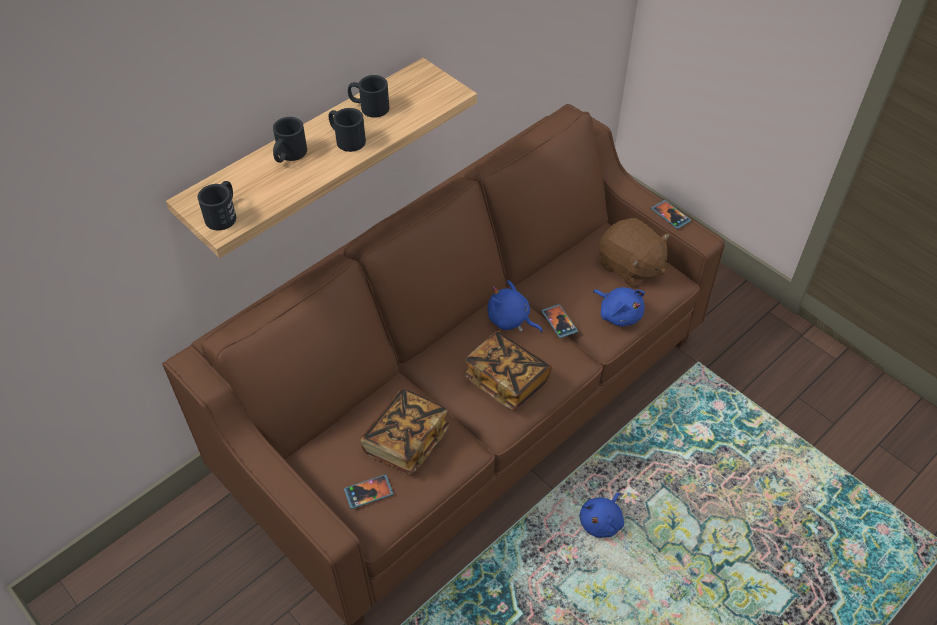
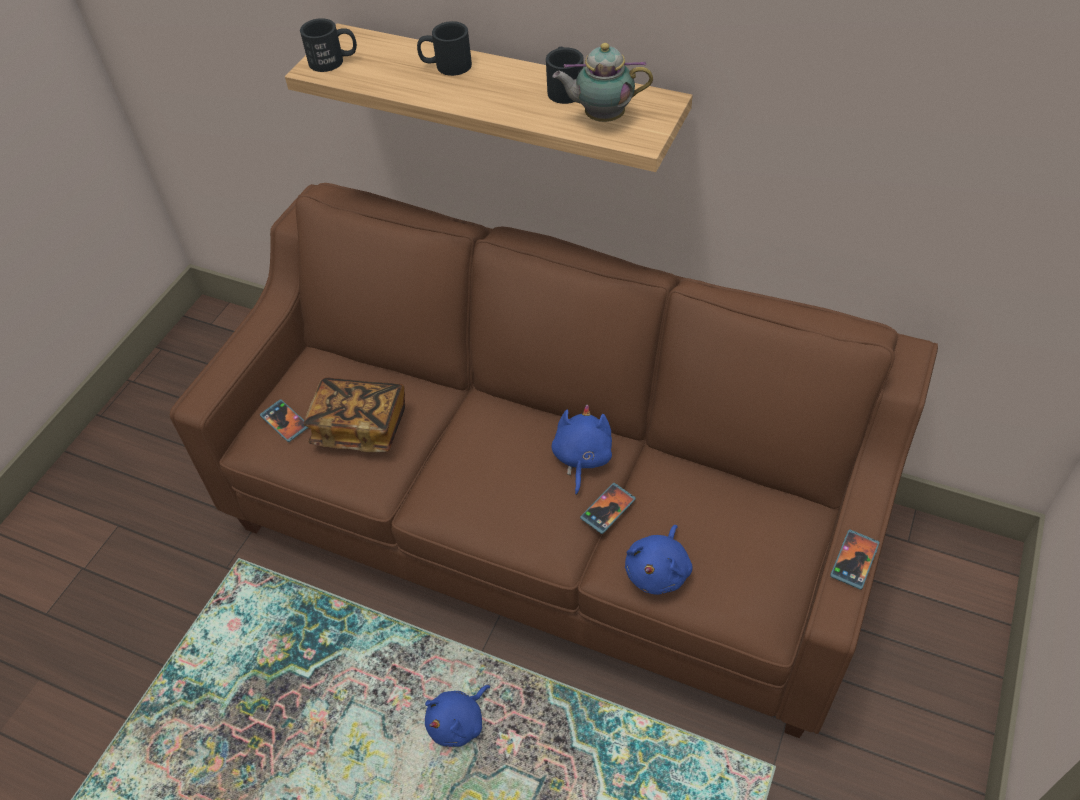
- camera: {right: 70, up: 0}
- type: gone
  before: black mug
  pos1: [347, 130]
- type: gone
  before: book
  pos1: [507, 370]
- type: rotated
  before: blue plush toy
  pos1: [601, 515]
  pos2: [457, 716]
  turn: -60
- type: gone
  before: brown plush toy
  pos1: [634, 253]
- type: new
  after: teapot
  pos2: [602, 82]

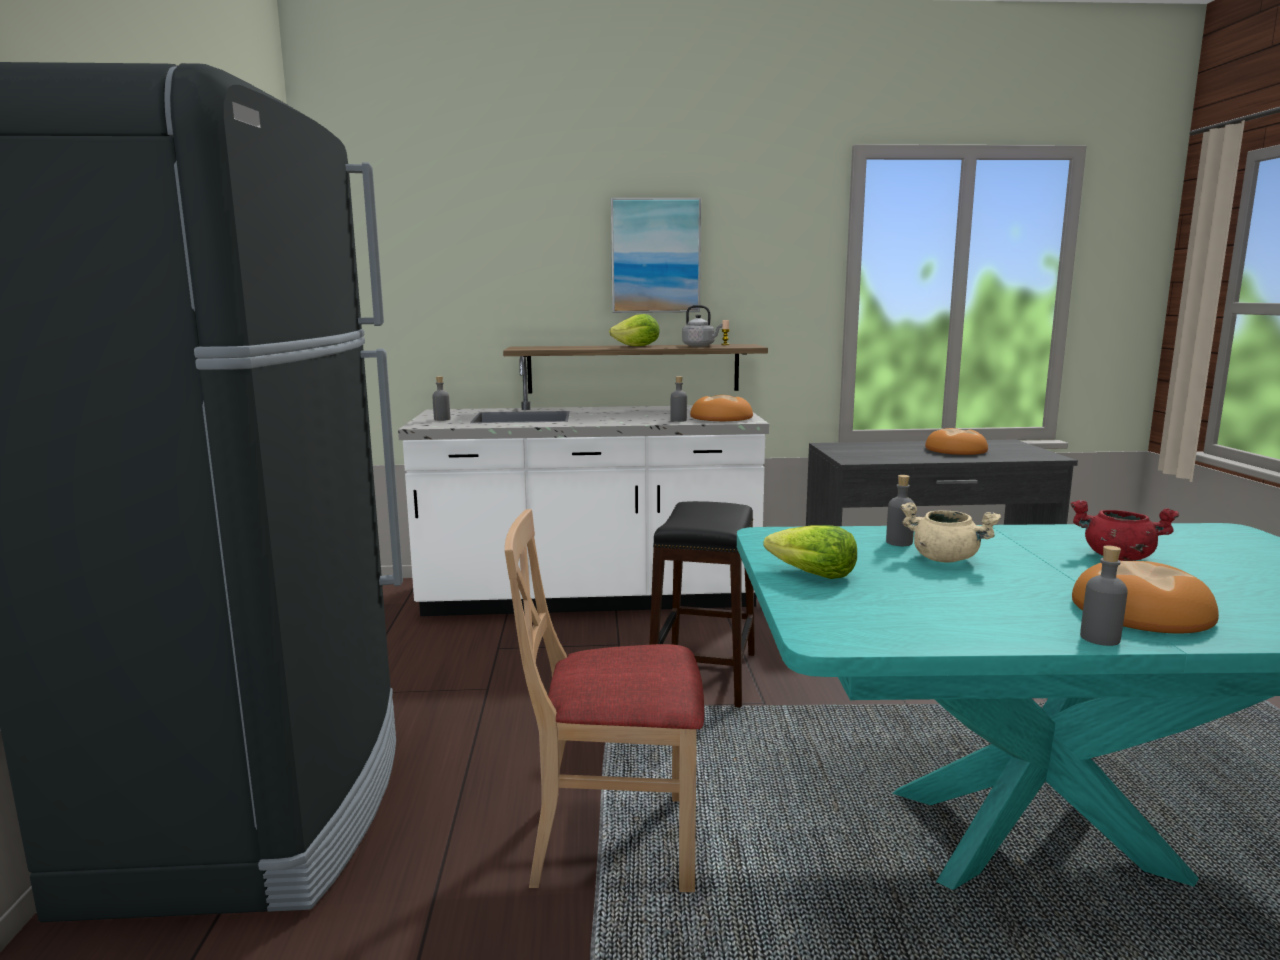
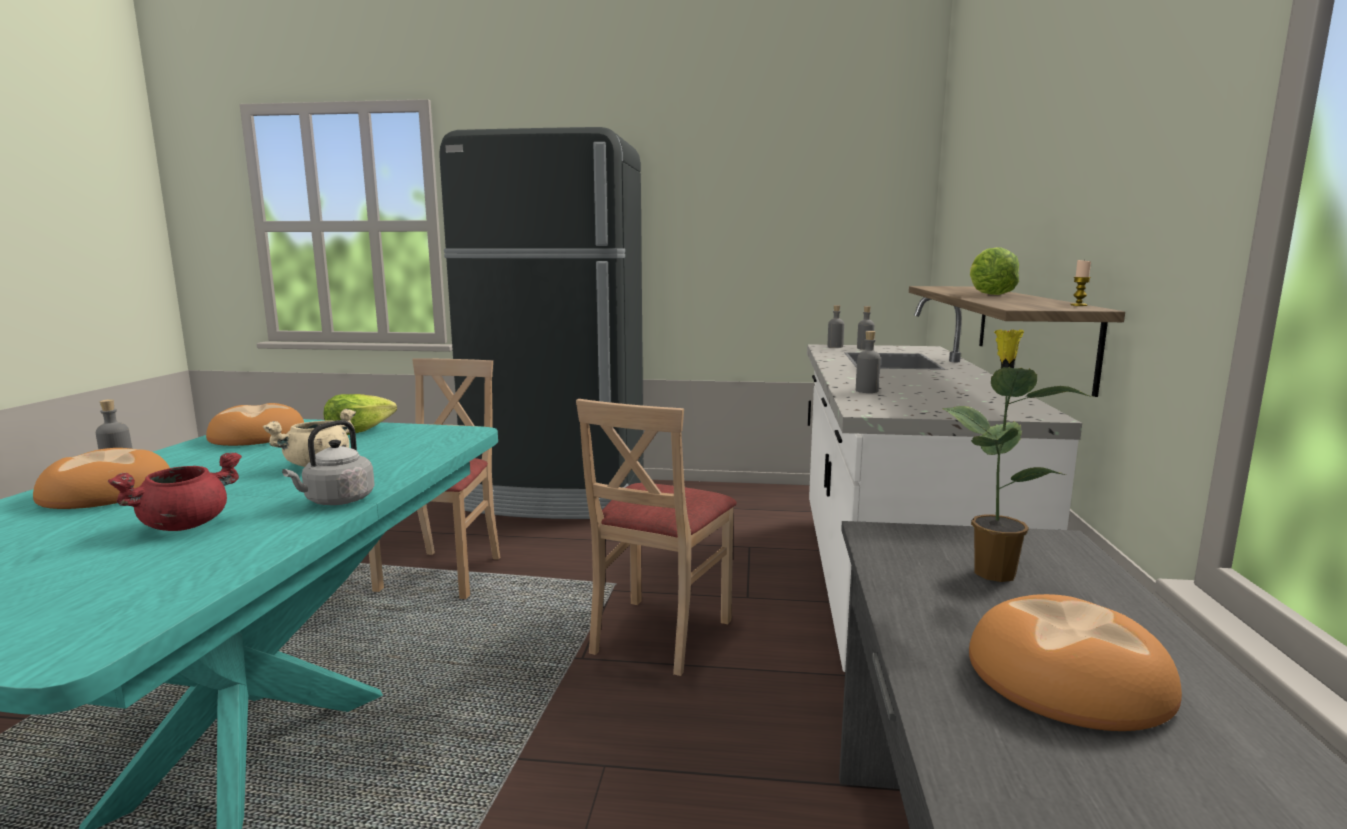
- camera: {right: 100, up: 0}
- type: gone
  before: picture
  pos1: [656, 255]
- type: swapped
  before: black stool
  after: beige chair
  pos1: [702, 604]
  pos2: [656, 537]
- type: shifted
  before: grey kettle
  pos1: [702, 326]
  pos2: [328, 462]
- type: shifted
  before: bread
  pos1: [721, 408]
  pos2: [255, 424]
- type: shifted
  before: grey bottle
  pos1: [900, 510]
  pos2: [836, 326]
- type: new
  after: potted plant
  pos2: [1017, 455]

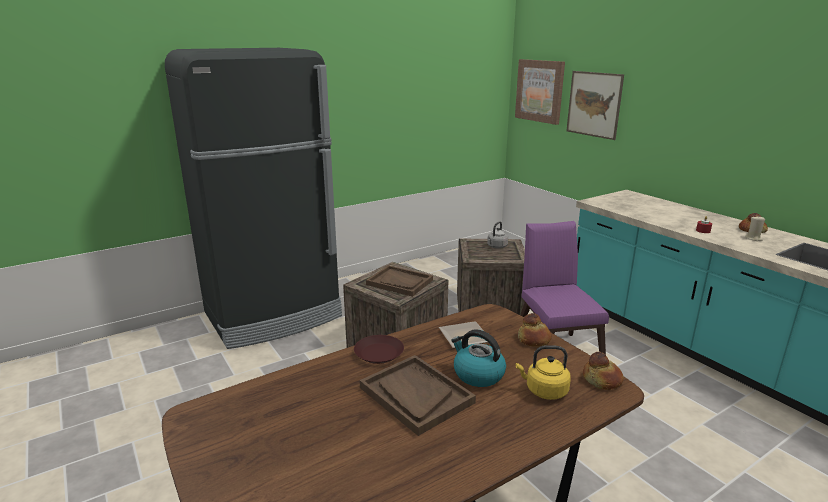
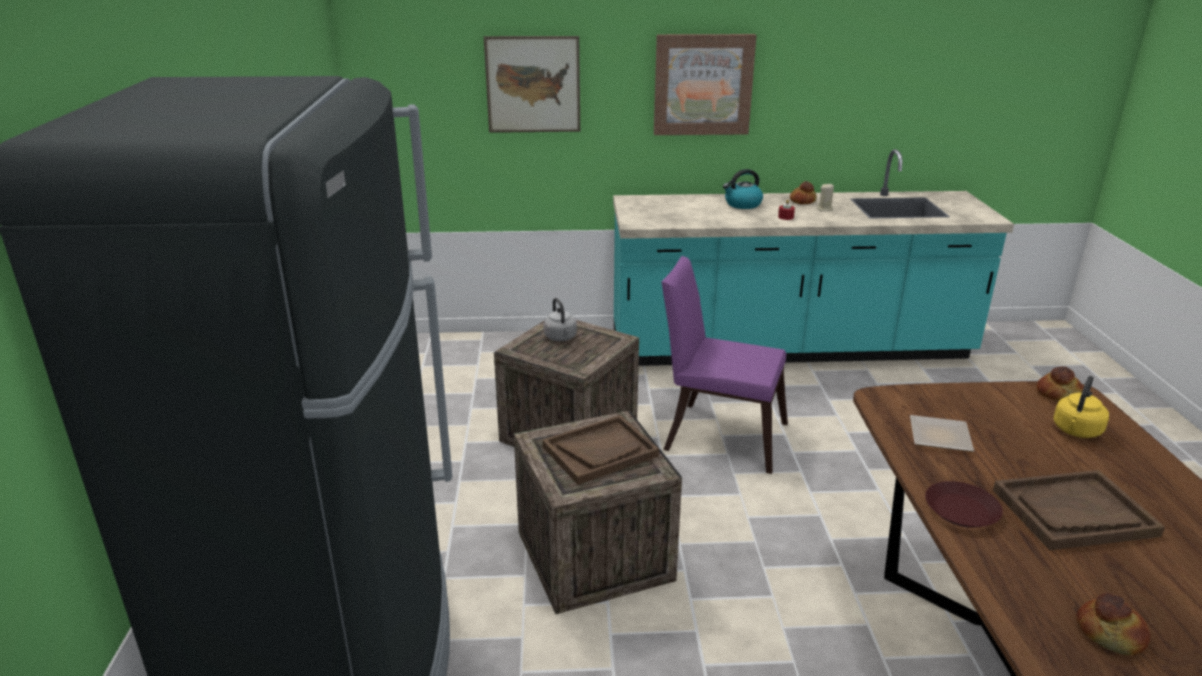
- camera: {right: -60, up: 5}
- type: shifted
  before: kettle
  pos1: [478, 358]
  pos2: [743, 189]
- type: shifted
  before: picture
  pos1: [540, 92]
  pos2: [705, 84]
- type: shifted
  before: bread
  pos1: [535, 330]
  pos2: [1114, 624]

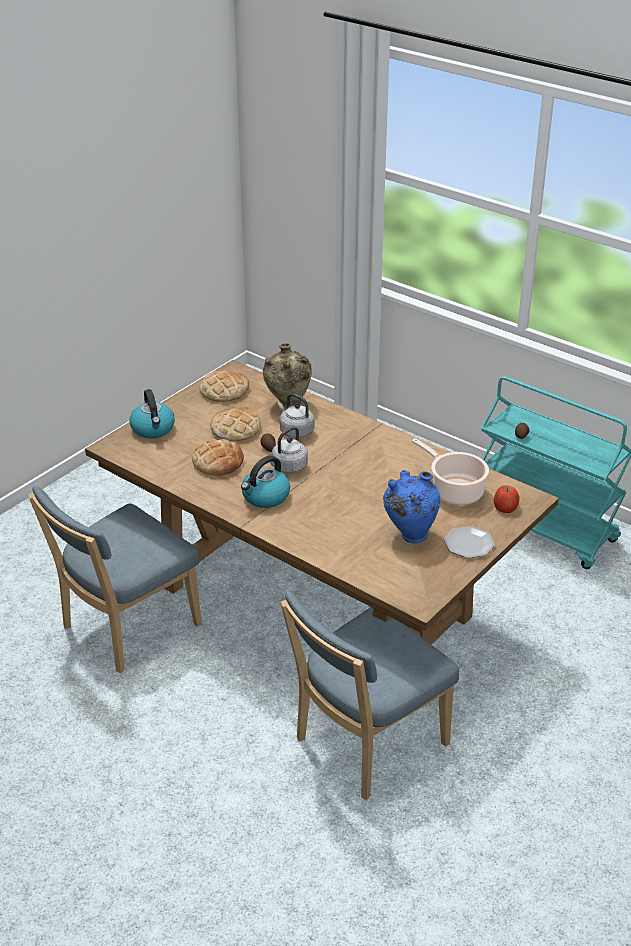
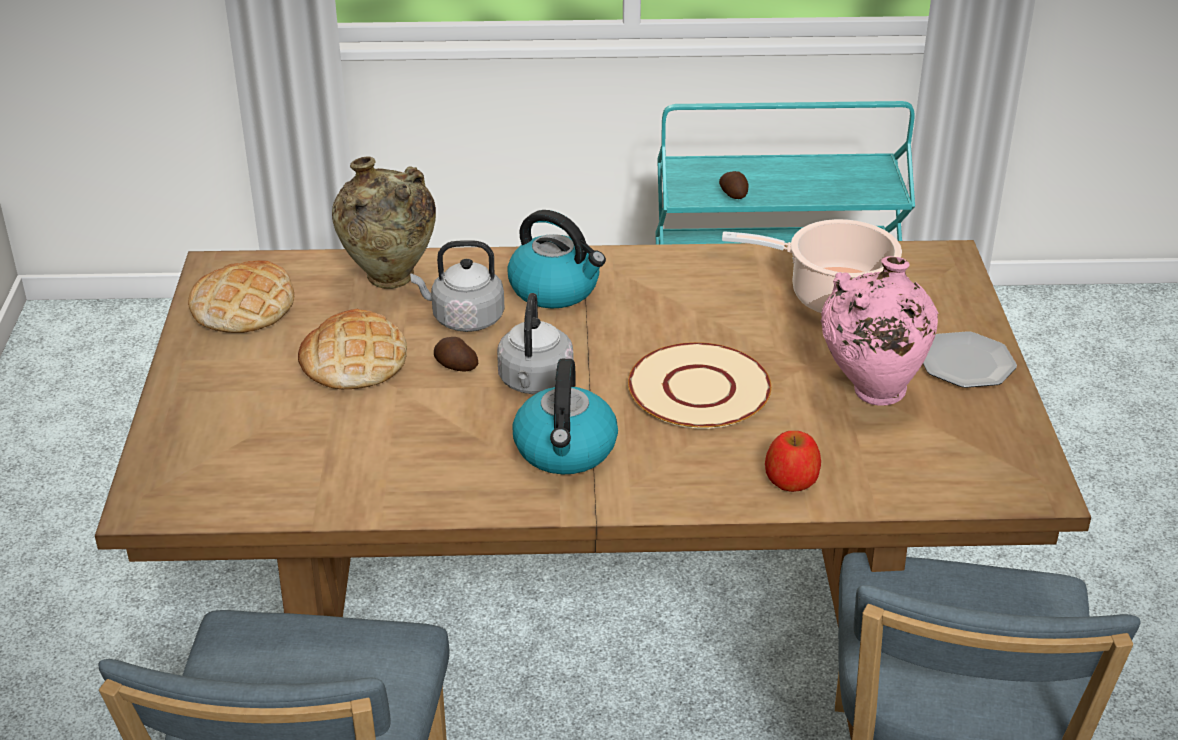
- camera: {right: -40, up: 0}
- type: shifted
  before: kettle
  pos1: [152, 413]
  pos2: [556, 259]
- type: gone
  before: bread
  pos1: [218, 457]
- type: repainted
  before: blue vase
  after: pink vase
  pos1: [412, 506]
  pos2: [880, 331]
- type: shifted
  before: apple
  pos1: [506, 499]
  pos2: [793, 461]
- type: new
  after: beige plate
  pos2: [699, 385]

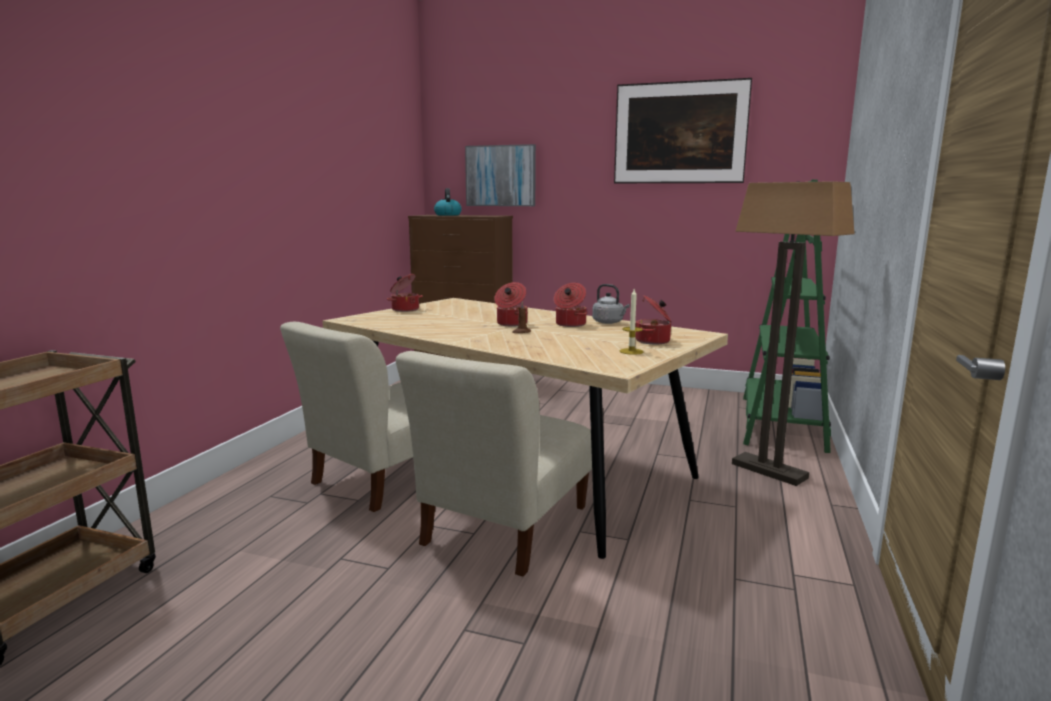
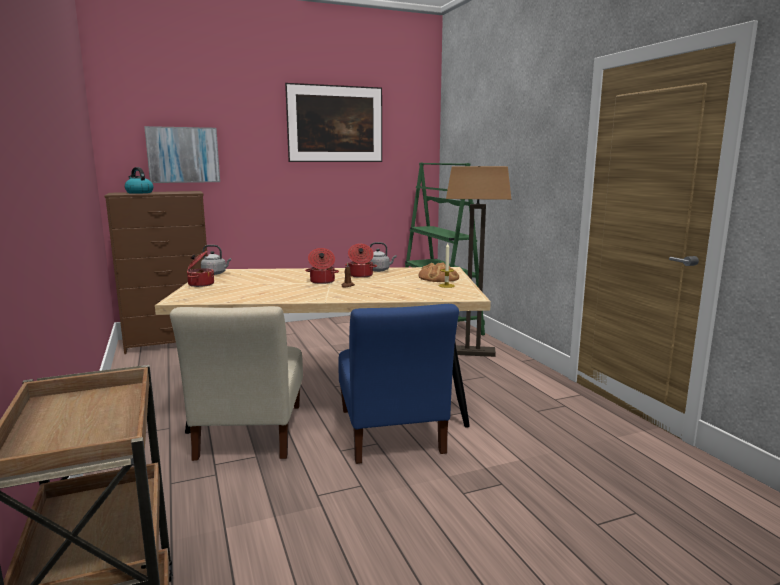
- camera: {right: -40, up: 0}
- type: repainted
  before: beige chair
  after: blue chair
  pos1: [494, 464]
  pos2: [398, 384]
- type: swapped
  before: cooking pot
  after: bread
  pos1: [653, 319]
  pos2: [438, 272]
- type: new
  after: grey kettle
  pos2: [216, 260]

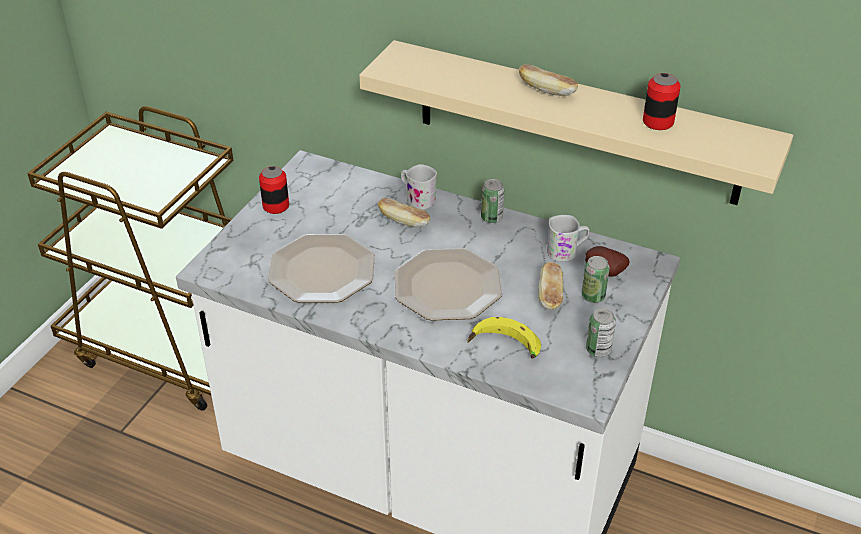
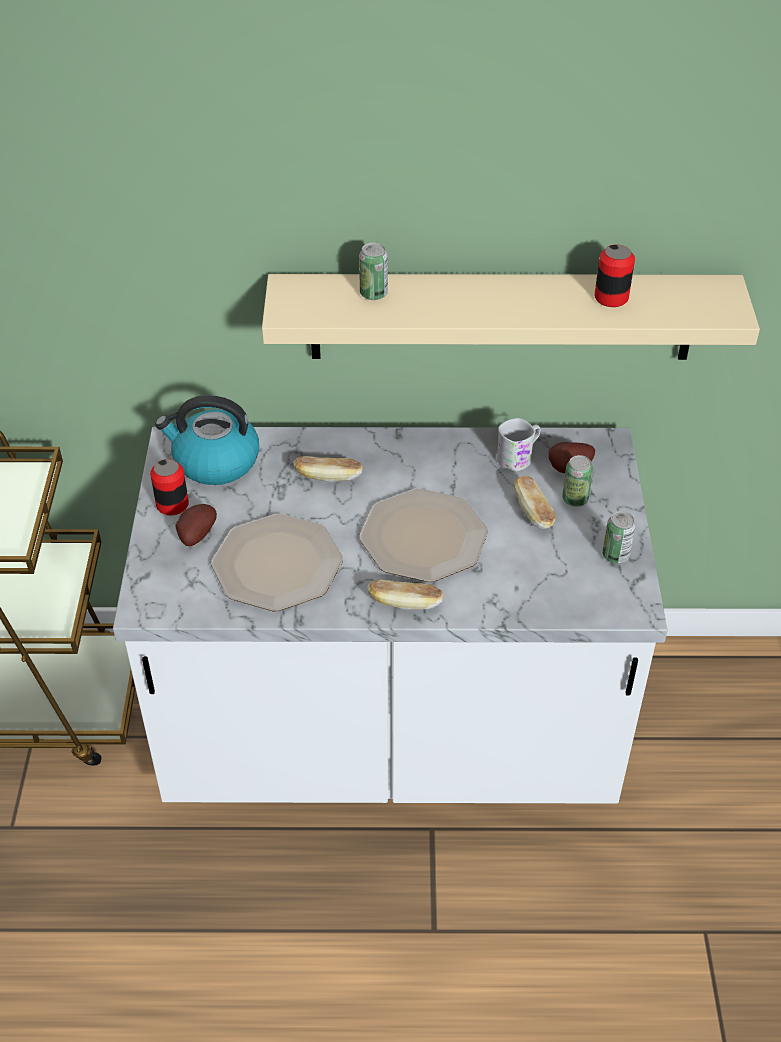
- camera: {right: -25, up: 5}
- type: gone
  before: white mug
  pos1: [419, 187]
- type: gone
  before: banana
  pos1: [504, 338]
- type: shifted
  before: can
  pos1: [492, 201]
  pos2: [373, 271]
- type: shifted
  before: bread
  pos1: [548, 80]
  pos2: [405, 595]
- type: new
  after: kettle
  pos2: [207, 440]
- type: new
  after: potato
  pos2: [196, 525]

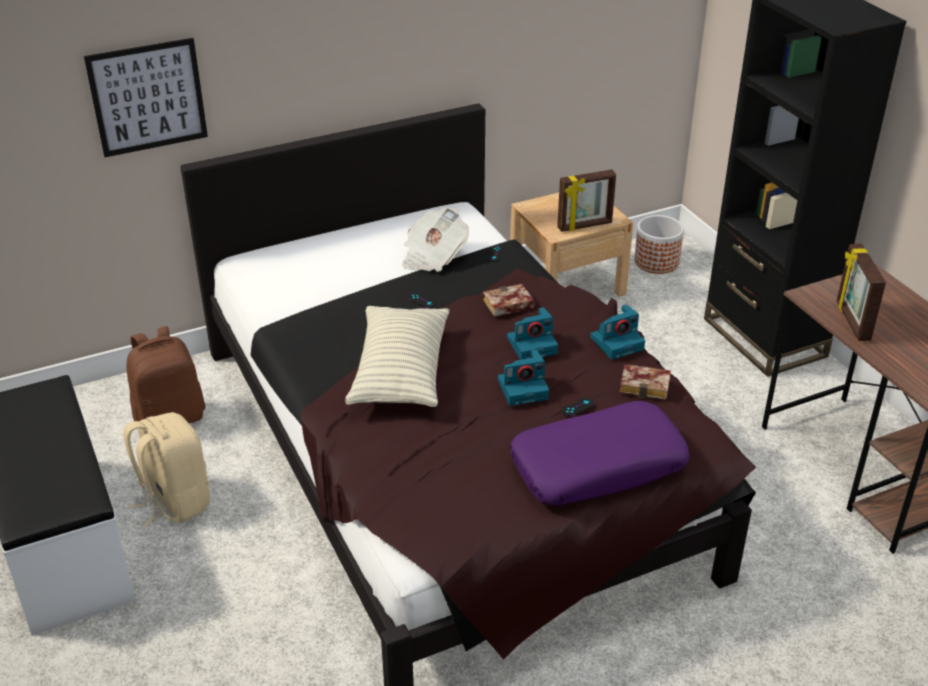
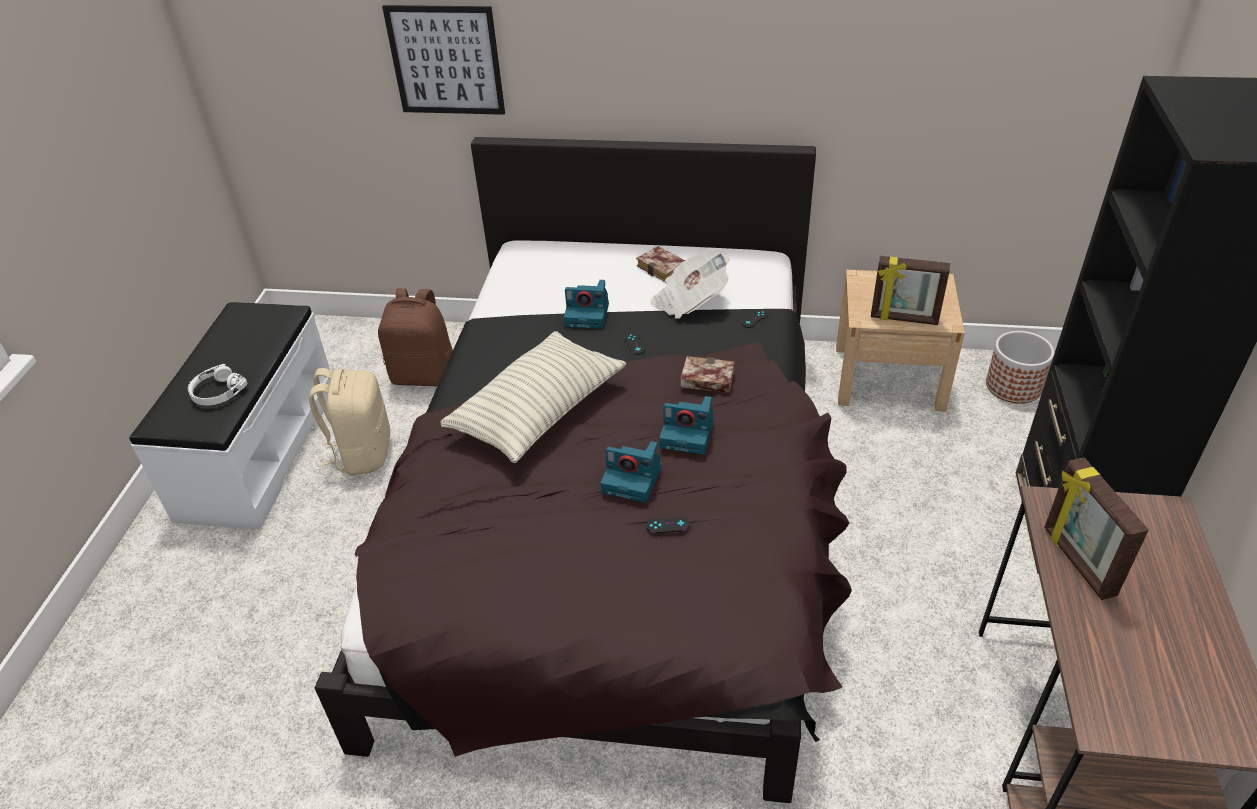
- camera: {right: 35, up: 5}
- type: gone
  before: purple pillow
  pos1: [600, 453]
- type: shifted
  before: photo camera
  pos1: [617, 332]
  pos2: [586, 304]
- type: shifted
  before: book
  pos1: [645, 382]
  pos2: [660, 264]
- type: rotated
  before: picture frame
  pos1: [861, 292]
  pos2: [1096, 529]
  turn: -45
- type: new
  after: white headphones
  pos2: [218, 385]

